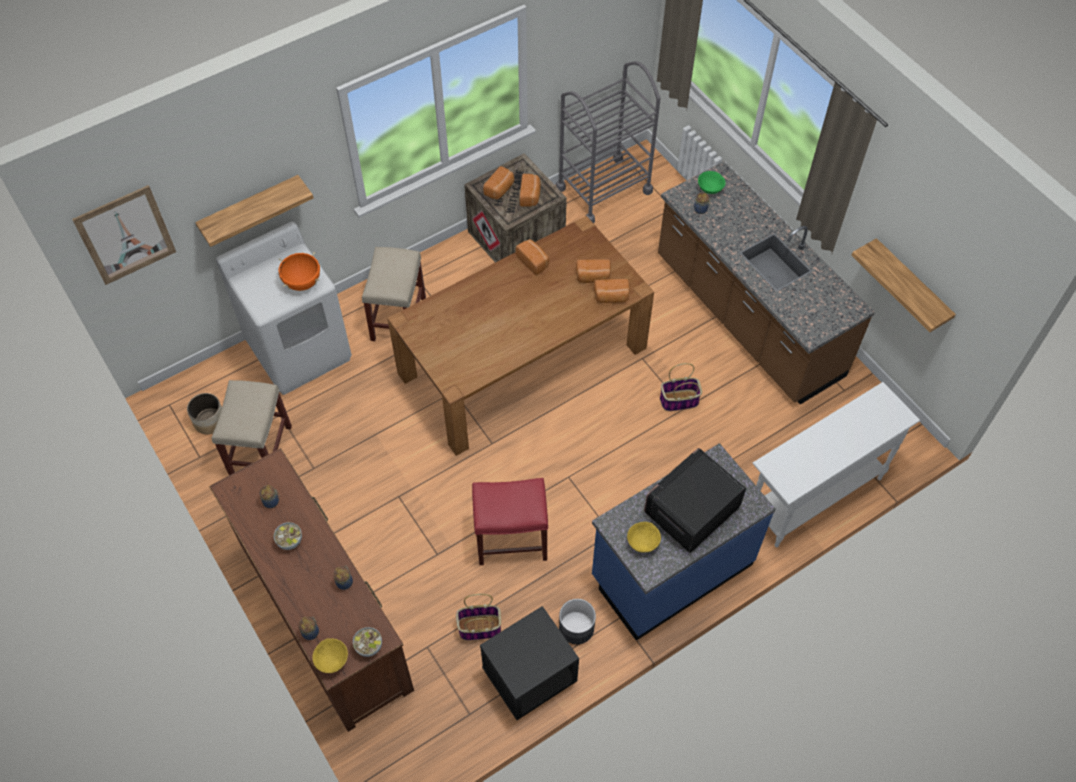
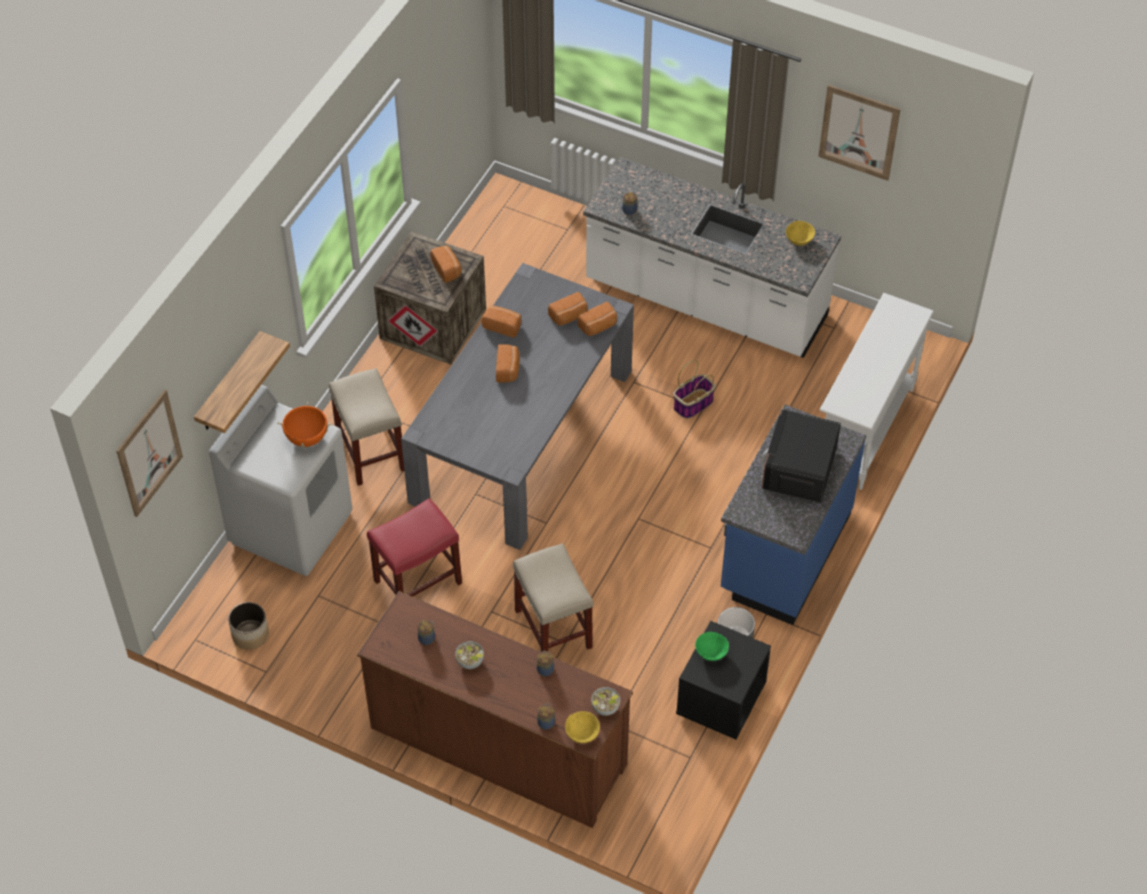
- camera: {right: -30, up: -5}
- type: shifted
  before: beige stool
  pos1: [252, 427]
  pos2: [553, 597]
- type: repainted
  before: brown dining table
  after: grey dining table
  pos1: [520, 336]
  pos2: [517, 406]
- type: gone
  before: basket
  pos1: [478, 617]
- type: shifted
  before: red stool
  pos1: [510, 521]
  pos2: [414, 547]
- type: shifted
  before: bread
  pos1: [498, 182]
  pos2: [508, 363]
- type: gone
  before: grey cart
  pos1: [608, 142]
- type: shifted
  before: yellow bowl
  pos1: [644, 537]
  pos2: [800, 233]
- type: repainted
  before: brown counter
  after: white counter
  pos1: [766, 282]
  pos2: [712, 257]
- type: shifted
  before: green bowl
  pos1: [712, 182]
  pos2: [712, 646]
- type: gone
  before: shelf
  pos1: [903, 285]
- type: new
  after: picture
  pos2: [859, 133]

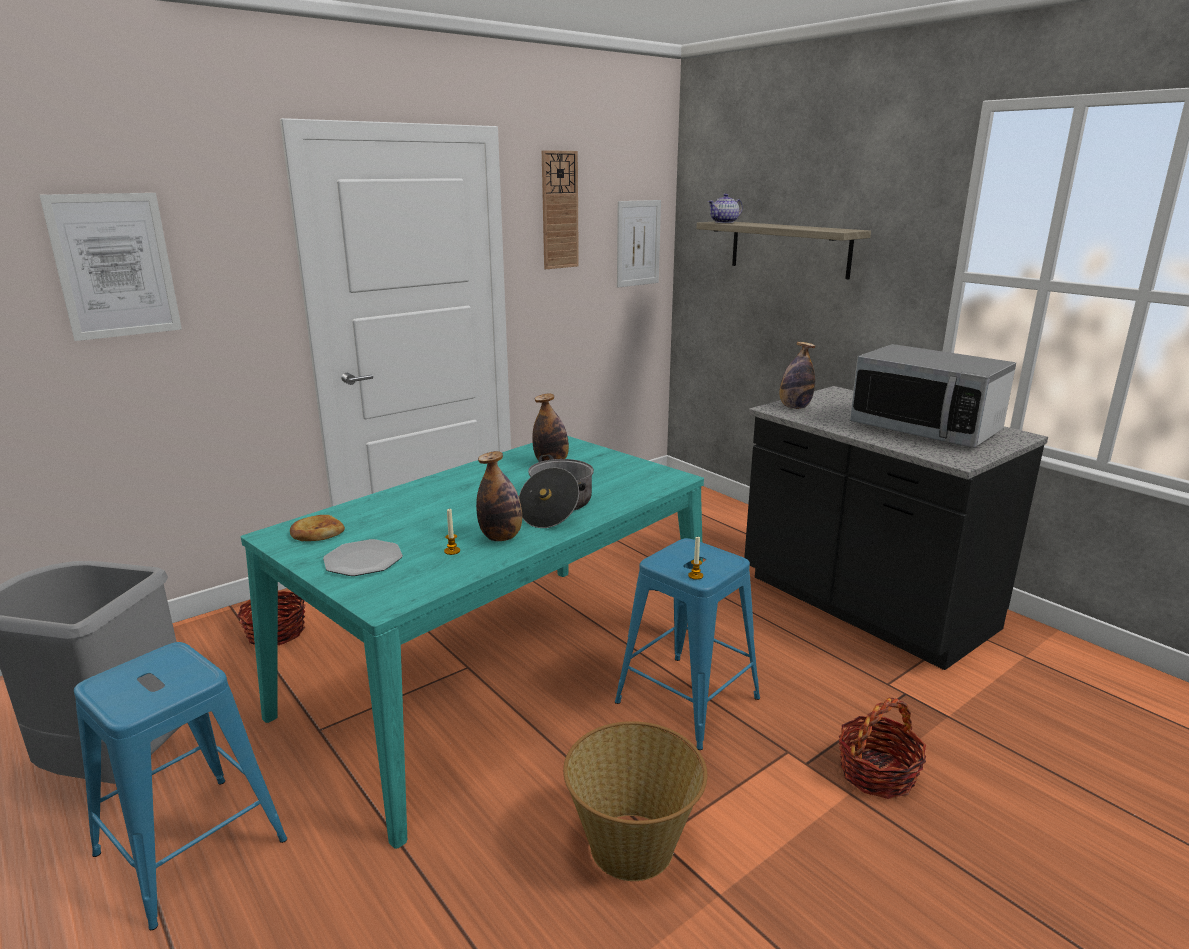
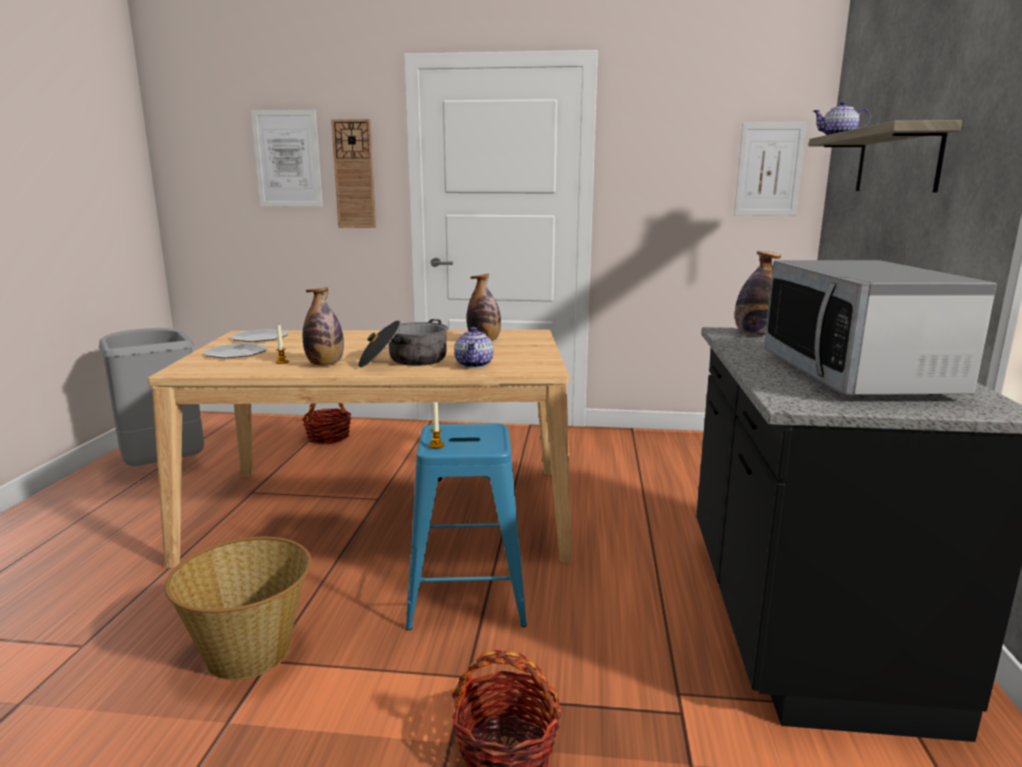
- camera: {right: 45, up: -5}
- type: gone
  before: blue stool
  pos1: [180, 786]
- type: repainted
  before: turquoise dining table
  after: beige dining table
  pos1: [472, 642]
  pos2: [360, 449]
- type: swapped
  before: bread
  after: plate
  pos1: [317, 528]
  pos2: [259, 335]
- type: shifted
  before: wall clock
  pos1: [560, 209]
  pos2: [353, 173]
- type: new
  after: teapot
  pos2: [474, 347]

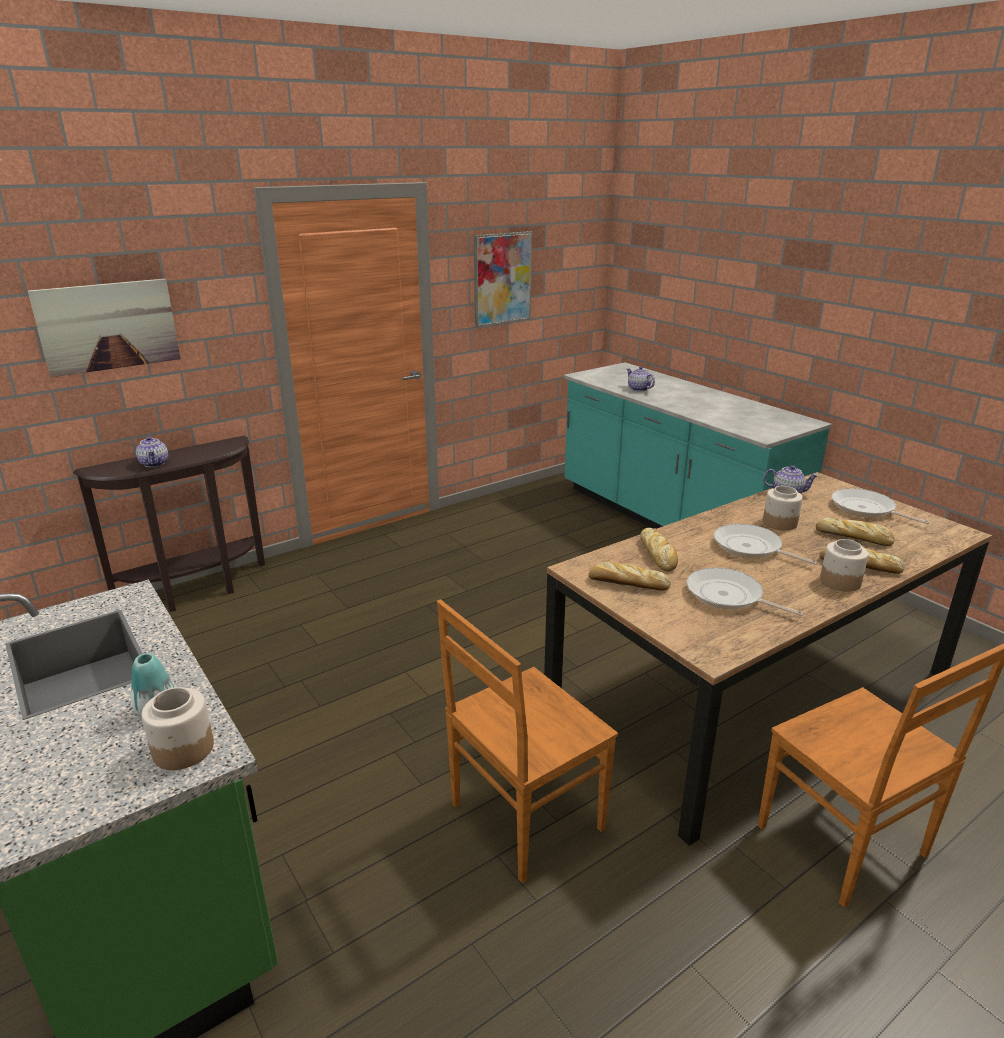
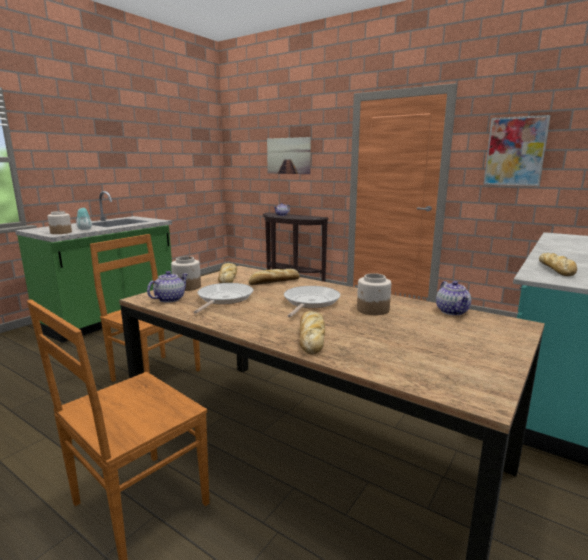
- camera: {right: 70, up: -10}
- type: shifted
  before: teapot
  pos1: [641, 379]
  pos2: [167, 287]
- type: shifted
  before: bread
  pos1: [855, 531]
  pos2: [558, 264]
- type: shifted
  before: jar
  pos1: [844, 565]
  pos2: [186, 273]
- type: gone
  before: frying pan
  pos1: [880, 506]

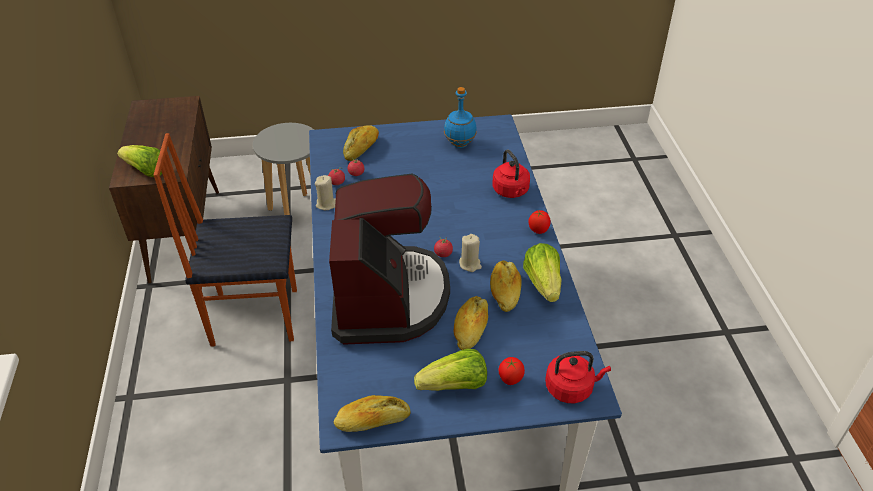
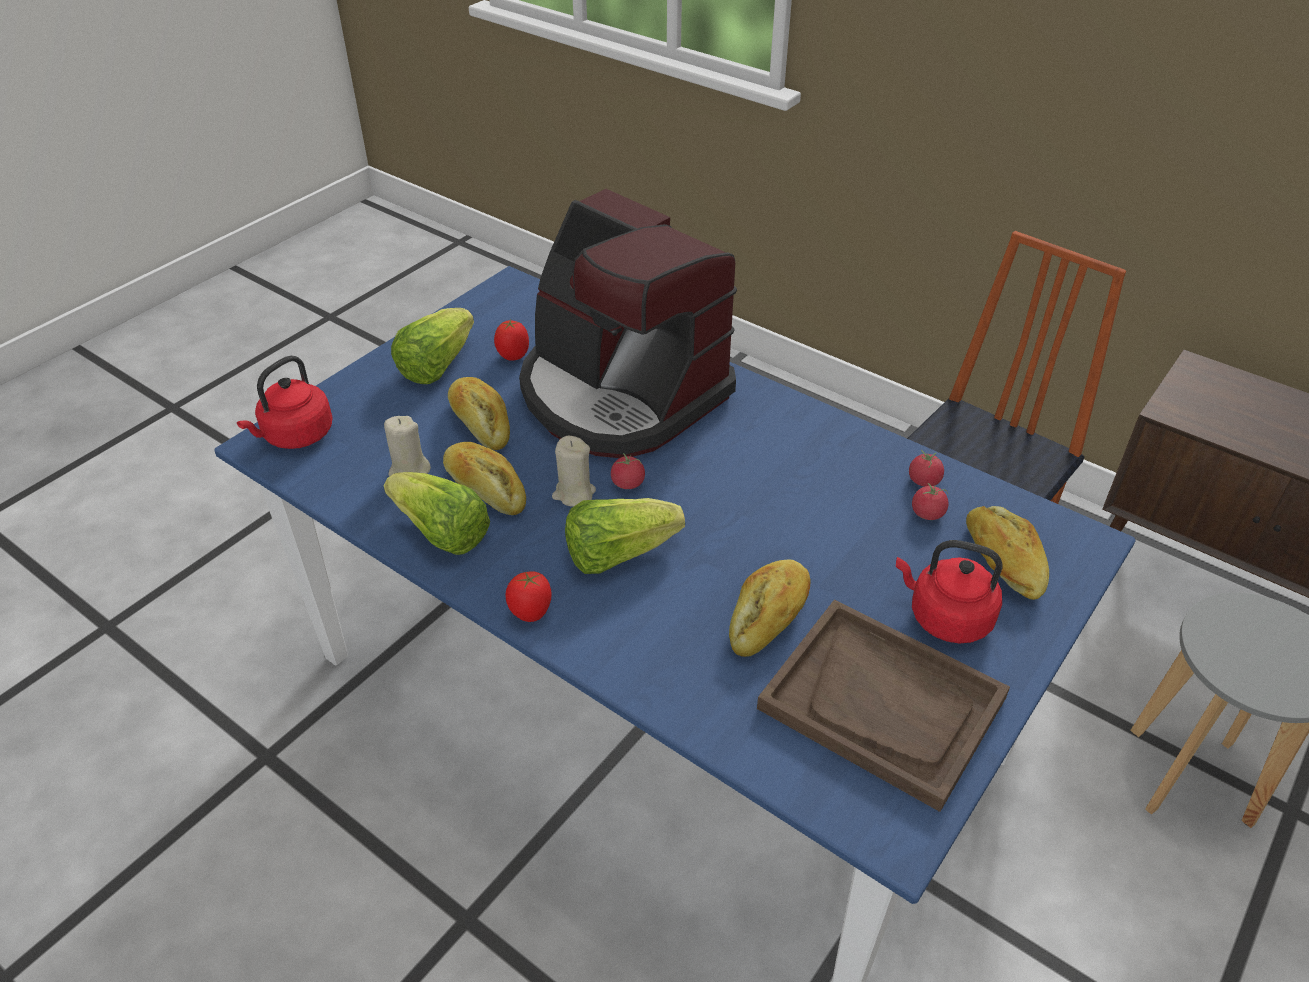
- camera: {right: 135, up: 0}
- type: shifted
  before: lettuce
  pos1: [139, 161]
  pos2: [625, 536]
- type: shifted
  before: beige candle
  pos1: [325, 192]
  pos2: [407, 446]
- type: shifted
  before: bread
  pos1: [372, 413]
  pos2: [769, 608]
- type: swapped
  before: blue bottle
  after: brown tray
  pos1: [460, 117]
  pos2: [883, 706]
- type: shifted
  before: red kettle
  pos1: [511, 173]
  pos2: [949, 592]
- type: shifted
  before: tomato
  pos1: [512, 371]
  pos2: [511, 340]

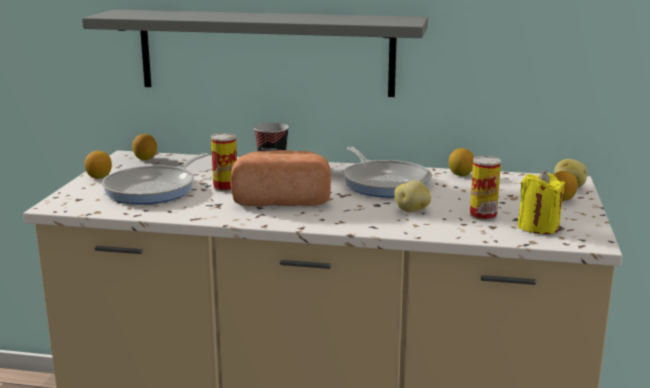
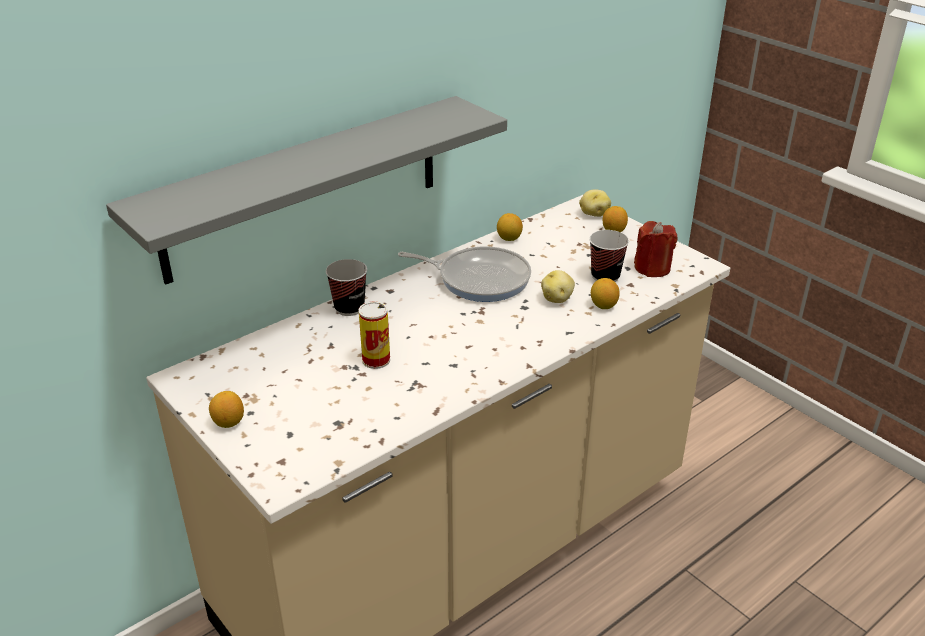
- camera: {right: -50, up: 15}
- type: gone
  before: frying pan
  pos1: [155, 178]
- type: shifted
  before: lemon
  pos1: [144, 147]
  pos2: [605, 293]
- type: gone
  before: bread
  pos1: [281, 178]
- type: swapped
  before: can
  after: cup
  pos1: [485, 188]
  pos2: [609, 256]
- type: repainted
  before: yellow candle
  after: red candle
  pos1: [541, 202]
  pos2: [656, 249]

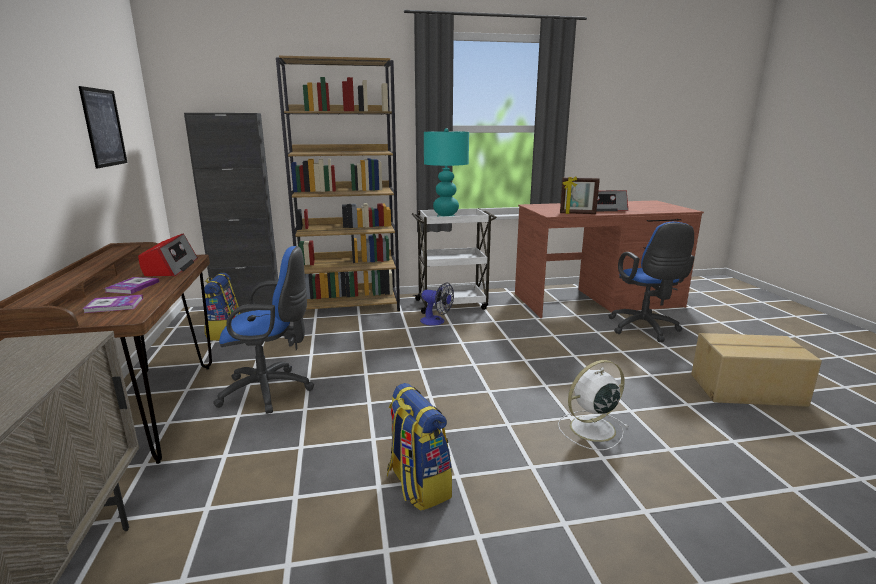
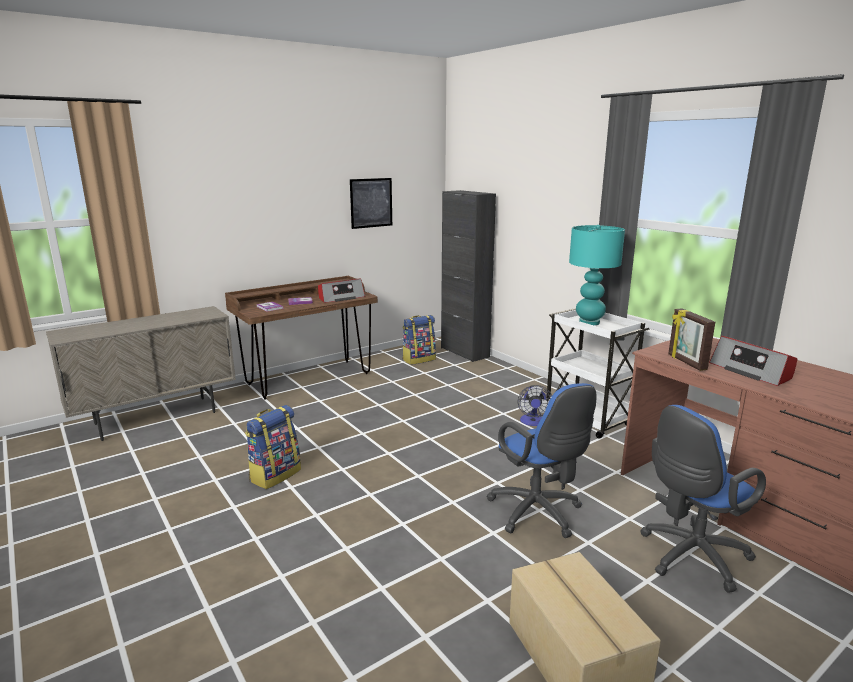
- camera: {right: 65, up: 0}
- type: shifted
  before: blue office chair
  pos1: [263, 330]
  pos2: [541, 460]
- type: gone
  before: brown bookcase
  pos1: [338, 183]
- type: gone
  before: white fan
  pos1: [593, 405]

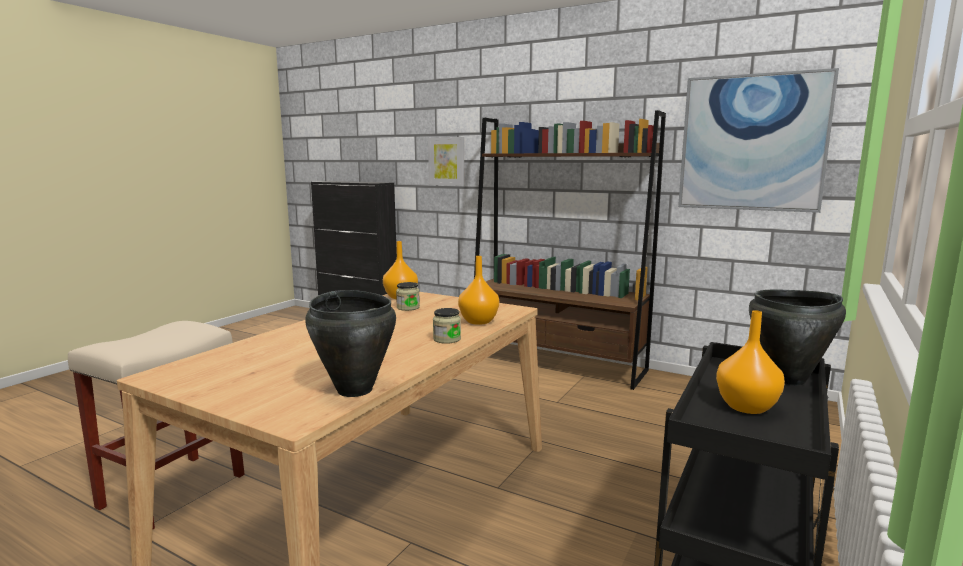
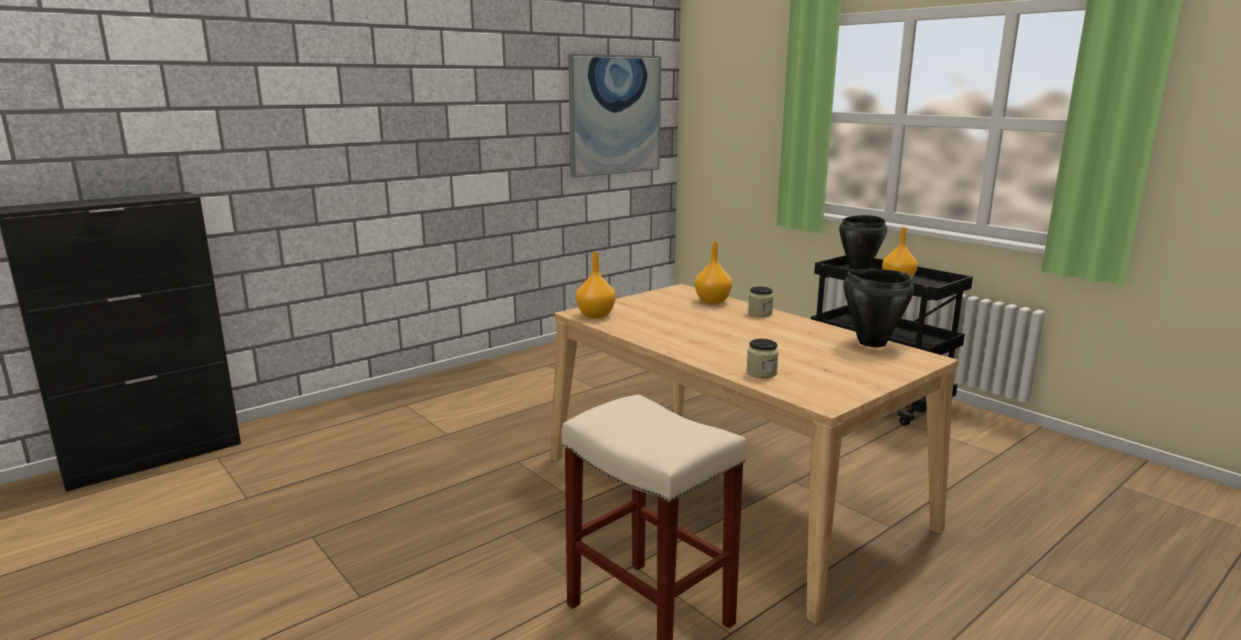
- camera: {right: -70, up: 5}
- type: shifted
  before: jar
  pos1: [408, 296]
  pos2: [762, 358]
- type: gone
  before: picture
  pos1: [446, 161]
- type: gone
  before: brown bookcase
  pos1: [570, 250]

